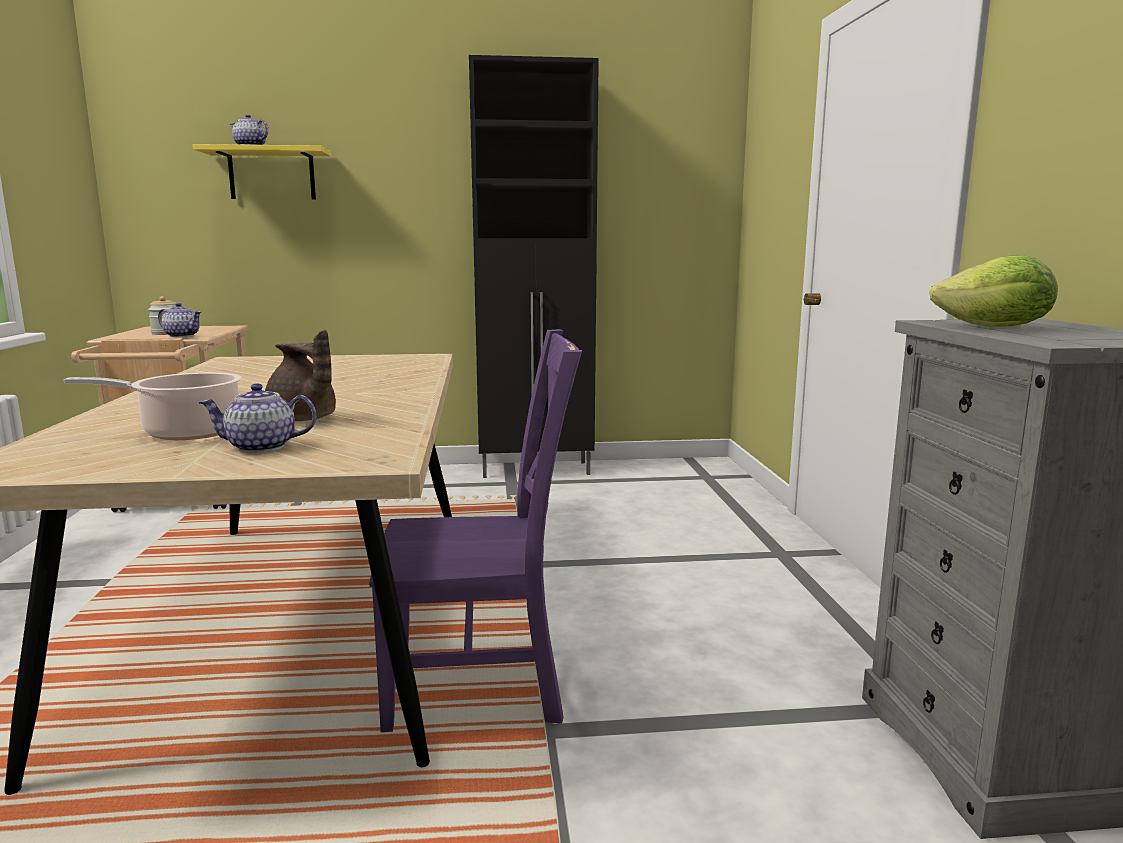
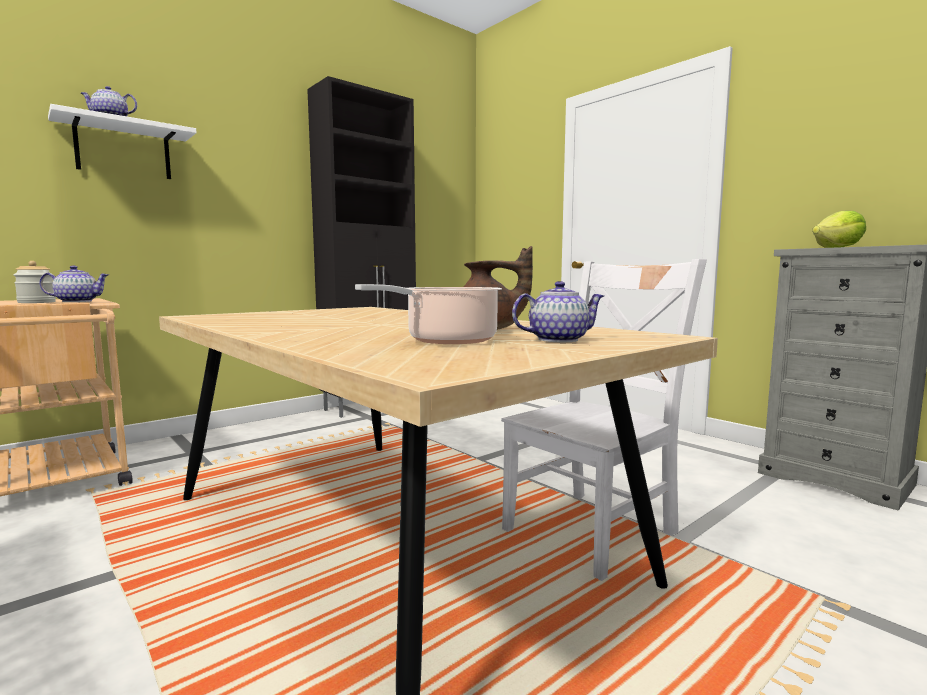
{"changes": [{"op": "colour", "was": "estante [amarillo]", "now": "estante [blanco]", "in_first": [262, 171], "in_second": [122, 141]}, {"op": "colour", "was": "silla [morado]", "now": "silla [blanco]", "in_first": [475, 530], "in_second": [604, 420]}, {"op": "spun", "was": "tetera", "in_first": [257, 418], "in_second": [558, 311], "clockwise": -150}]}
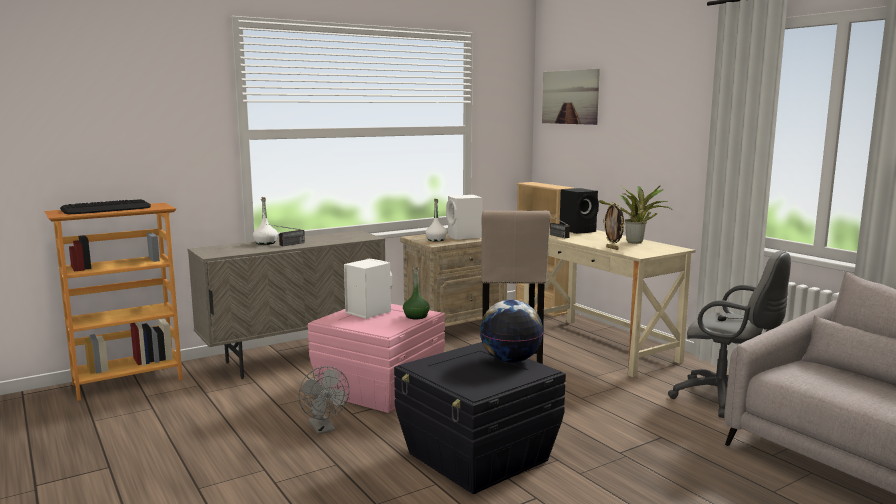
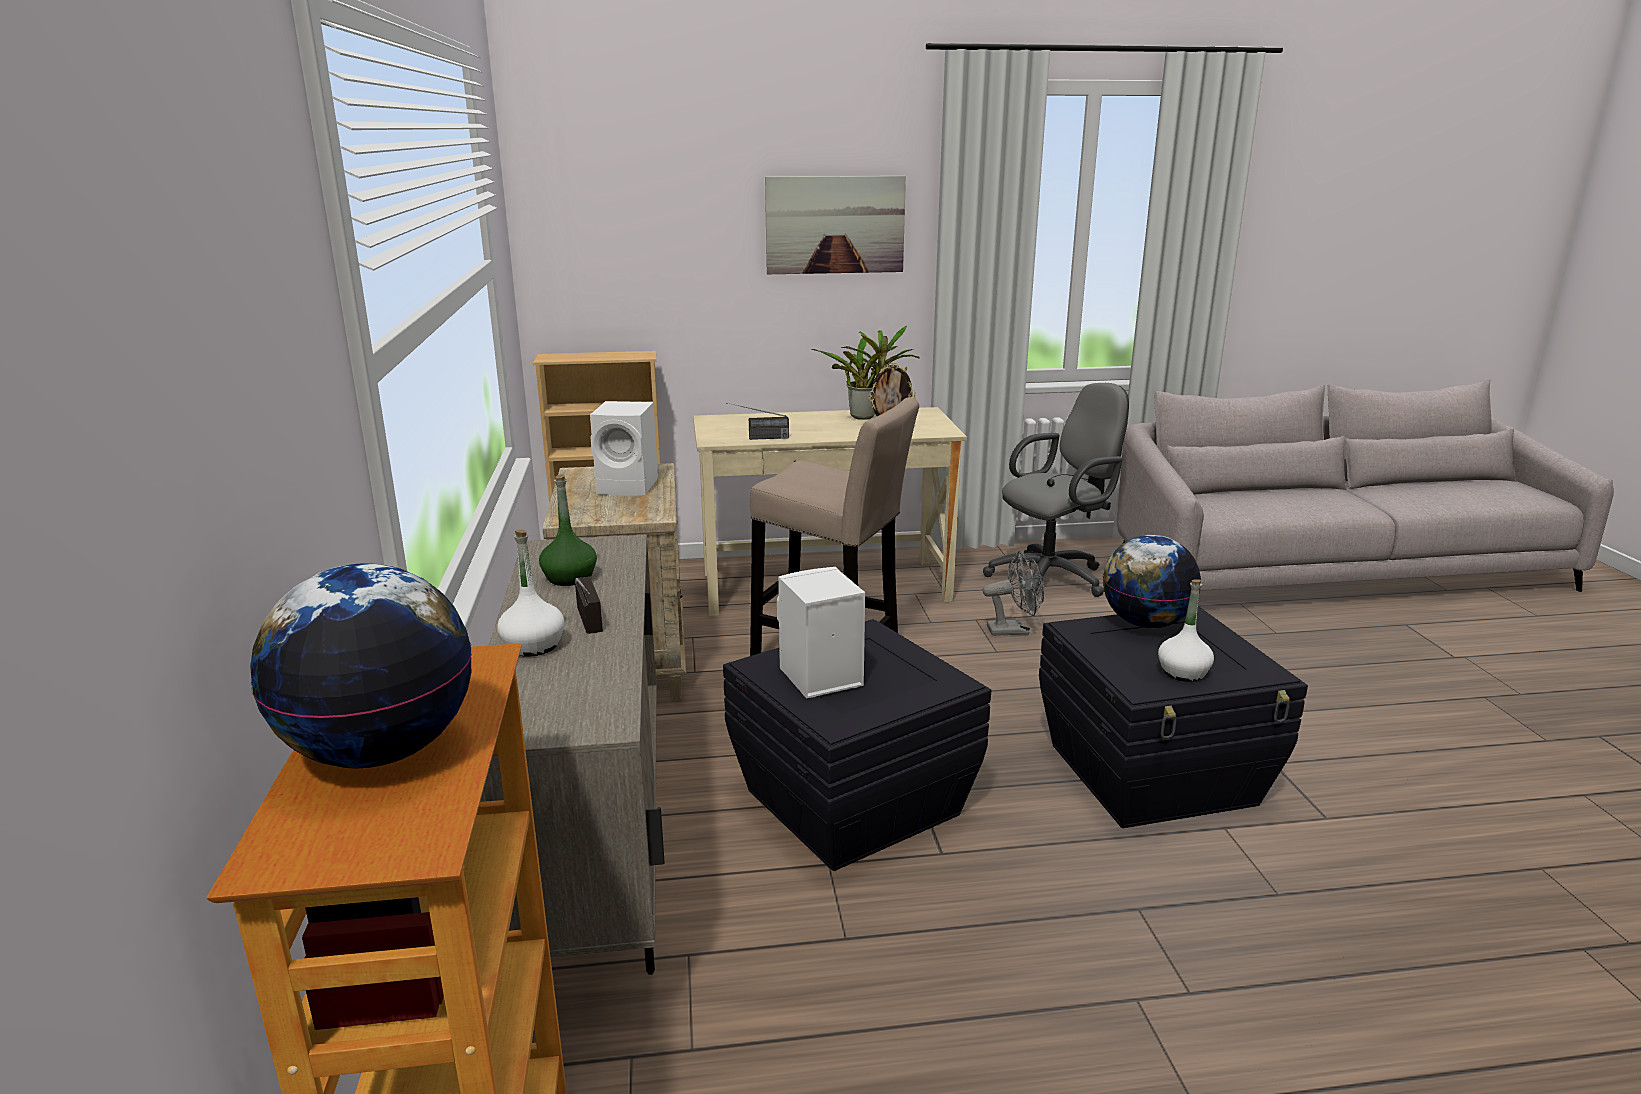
{"changes": [{"op": "missing", "was": "altavoz [negro]", "in_first": [579, 211]}, {"op": "relocated", "was": "ventilador [gris]", "in_first": [324, 400], "in_second": [1013, 593]}, {"op": "relocated", "was": "botella [verde]", "in_first": [416, 292], "in_second": [568, 530]}, {"op": "relocated", "was": "botella [blanco]", "in_first": [436, 220], "in_second": [1186, 630]}, {"op": "relocated", "was": "cuadro", "in_first": [571, 97], "in_second": [835, 225]}, {"op": "exchanged", "was": "teclado", "now": "globo terráqueo", "in_first": [105, 206], "in_second": [361, 665]}, {"op": "colour", "was": "caja de almacenaje [rosa]", "now": "caja de almacenaje [negro]", "in_first": [376, 358], "in_second": [857, 745]}]}
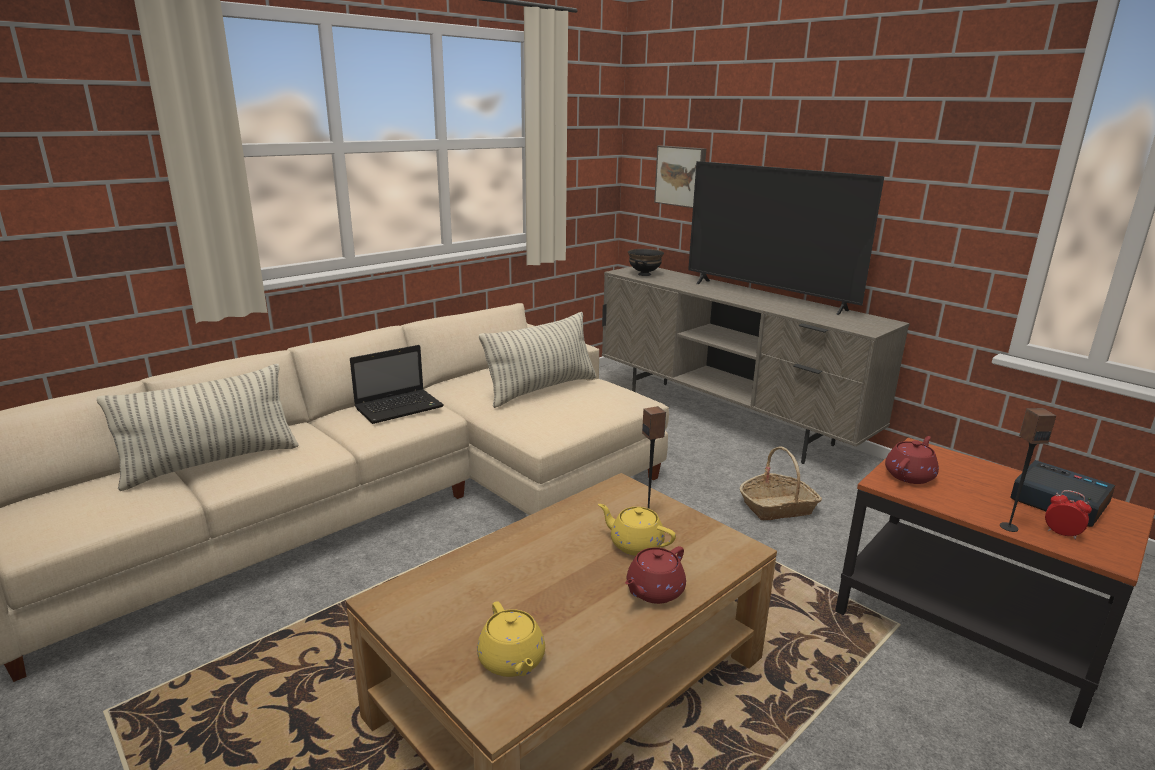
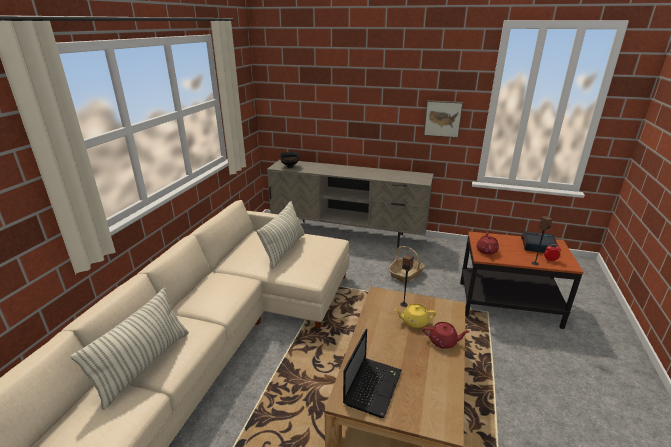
{"changes": [{"op": "missing", "was": "tetera [amarillo]", "in_first": [511, 639]}, {"op": "missing", "was": "televisor", "in_first": [786, 238]}, {"op": "relocated", "was": "portátil", "in_first": [397, 384], "in_second": [372, 373]}, {"op": "relocated", "was": "cuadro", "in_first": [680, 176], "in_second": [443, 119]}, {"op": "spun", "was": "tetera [rojo]", "in_first": [655, 575], "in_second": [446, 335], "clockwise": -90}]}
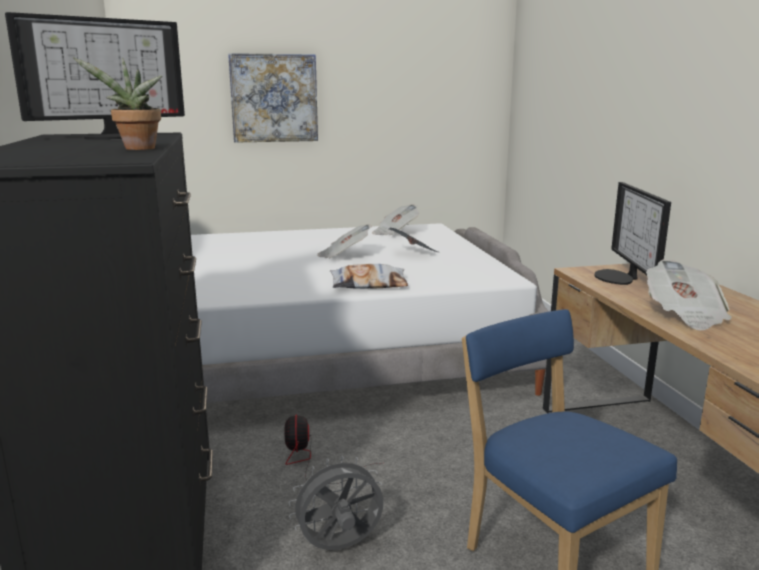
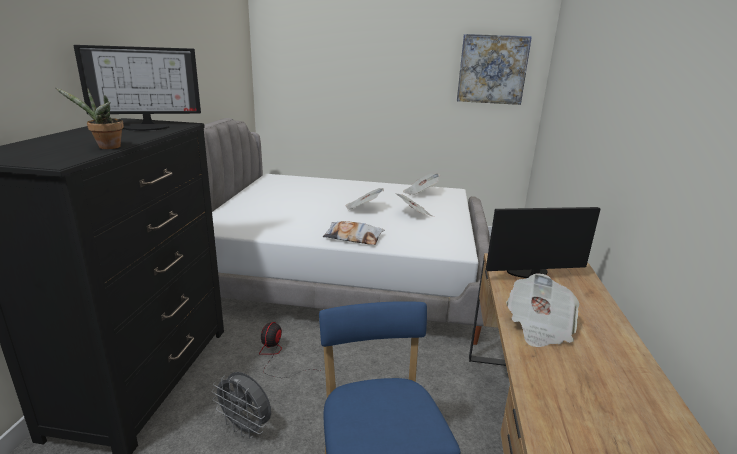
{"changes": [{"op": "relocated", "was": "cuadro", "in_first": [273, 98], "in_second": [494, 69]}, {"op": "spun", "was": "ventilador [gris]", "in_first": [335, 502], "in_second": [241, 405], "clockwise": -150}, {"op": "spun", "was": "monitor", "in_first": [633, 233], "in_second": [543, 242], "clockwise": 60}]}
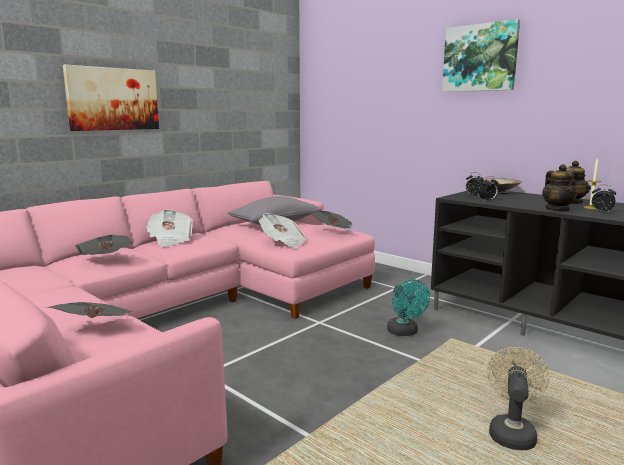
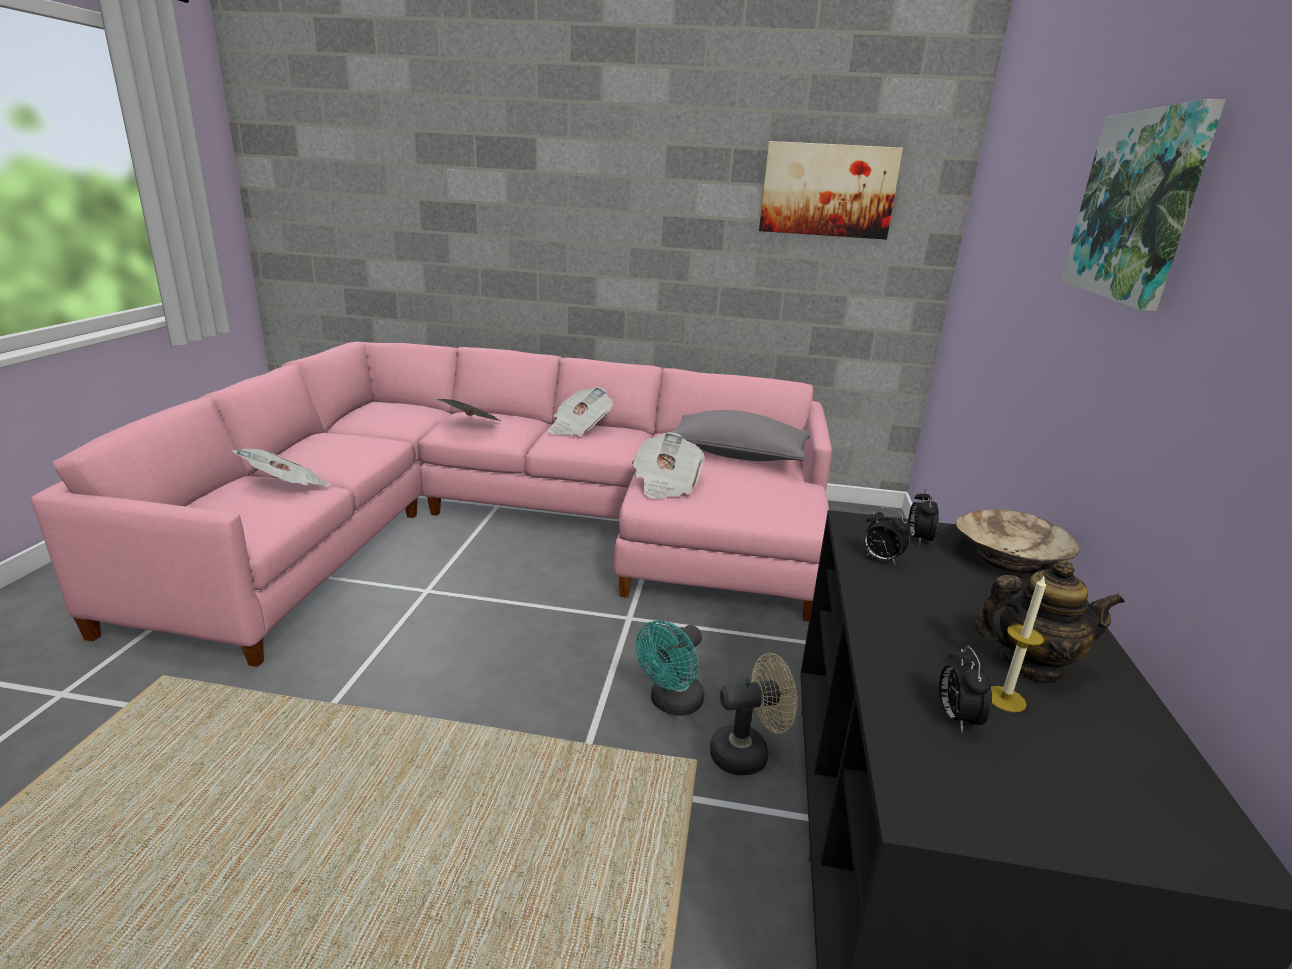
{"changes": [{"op": "missing", "was": "periódico", "in_first": [332, 219]}, {"op": "missing", "was": "tetera", "in_first": [560, 188]}, {"op": "relocated", "was": "cuadro", "in_first": [111, 97], "in_second": [831, 190]}, {"op": "relocated", "was": "ventilador [beis]", "in_first": [518, 398], "in_second": [753, 714]}]}
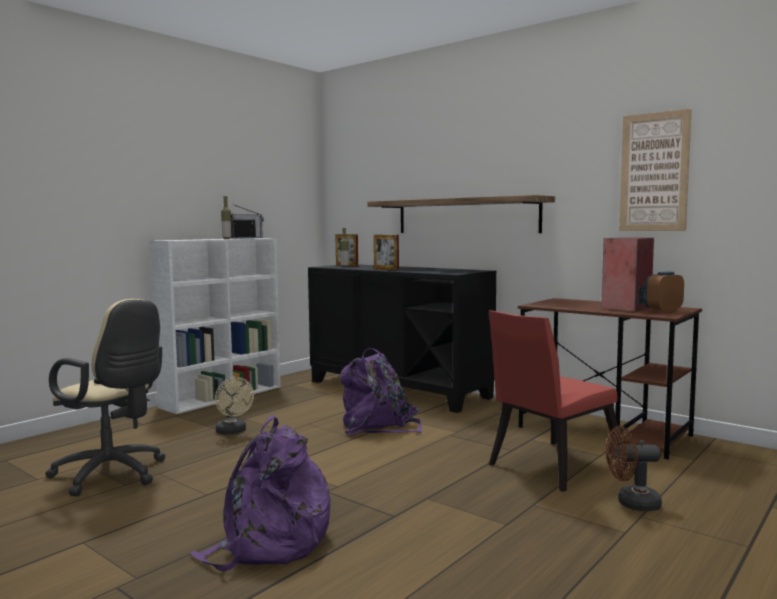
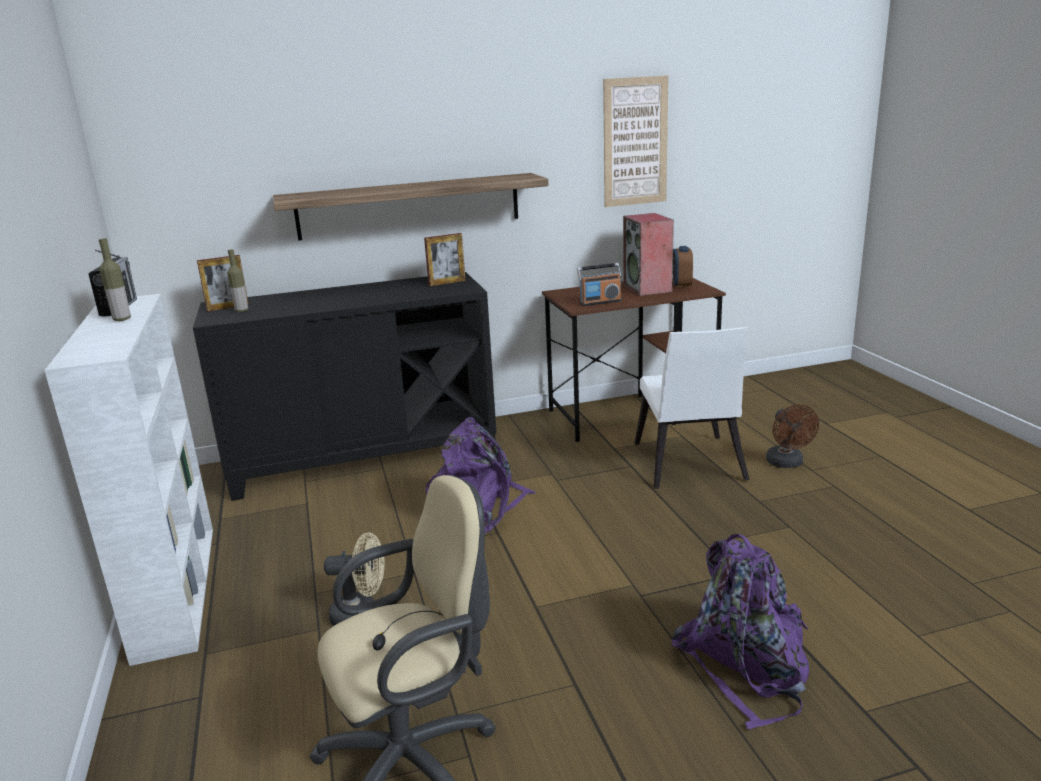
{"changes": [{"op": "appeared", "now": "radio", "in_second": [599, 284]}, {"op": "relocated", "was": "portarretratos", "in_first": [386, 252], "in_second": [445, 259]}, {"op": "colour", "was": "silla [rojo]", "now": "silla [blanco]", "in_first": [558, 401], "in_second": [692, 408]}, {"op": "spun", "was": "ventilador [marrón]", "in_first": [634, 468], "in_second": [792, 436], "clockwise": -45}]}
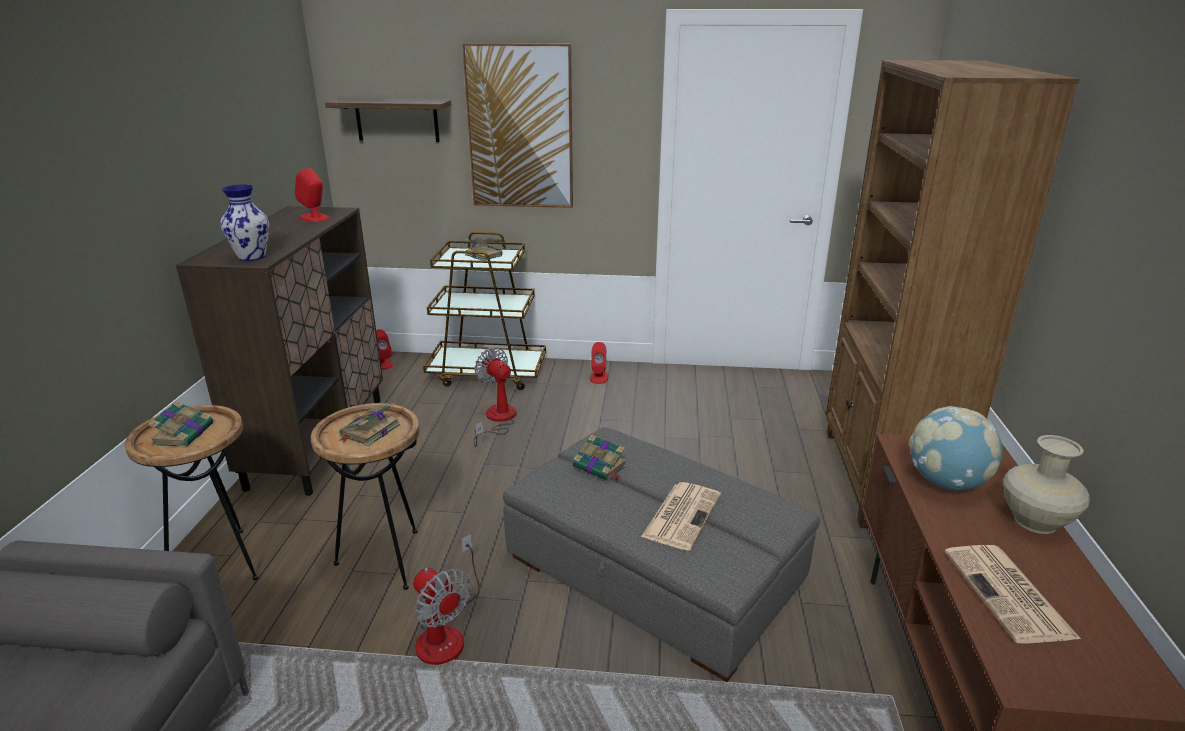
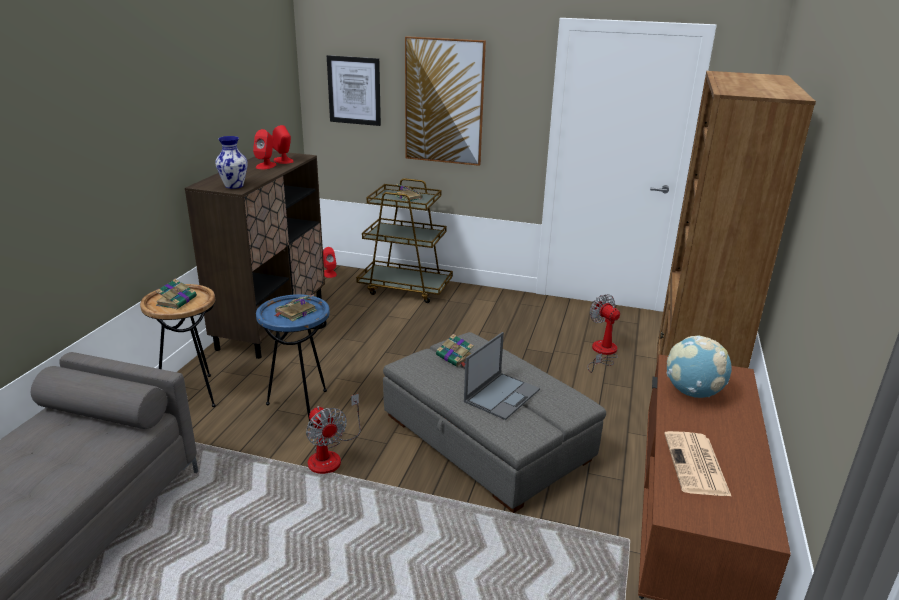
{"changes": [{"op": "missing", "was": "florero [beis]", "in_first": [1046, 484]}, {"op": "relocated", "was": "ventilador", "in_first": [495, 396], "in_second": [603, 333]}, {"op": "relocated", "was": "altavoz [rojo]", "in_first": [599, 363], "in_second": [265, 149]}, {"op": "exchanged", "was": "estante", "now": "cuadro", "in_first": [388, 120], "in_second": [354, 90]}, {"op": "exchanged", "was": "periódico", "now": "portátil", "in_first": [681, 516], "in_second": [502, 376]}, {"op": "colour", "was": "mesa auxiliar [marrón]", "now": "mesa auxiliar [azul]", "in_first": [365, 496], "in_second": [293, 360]}]}
